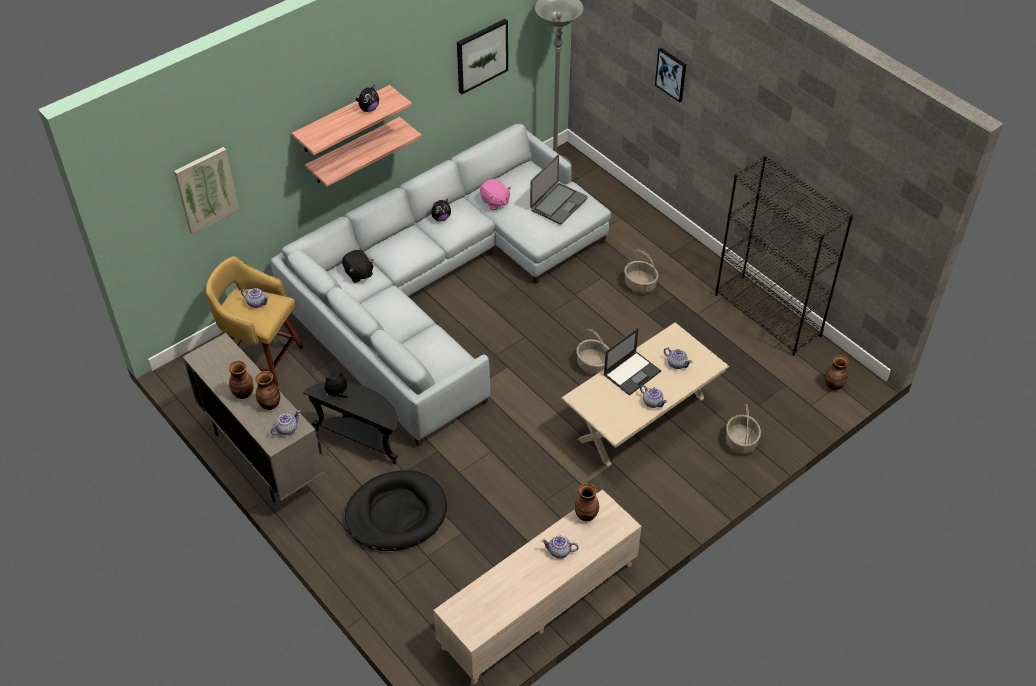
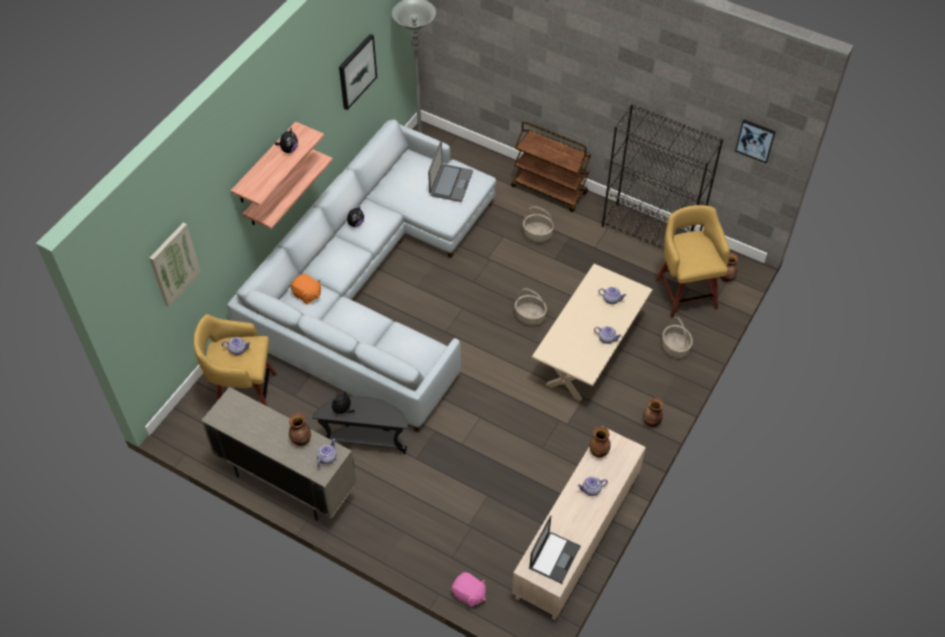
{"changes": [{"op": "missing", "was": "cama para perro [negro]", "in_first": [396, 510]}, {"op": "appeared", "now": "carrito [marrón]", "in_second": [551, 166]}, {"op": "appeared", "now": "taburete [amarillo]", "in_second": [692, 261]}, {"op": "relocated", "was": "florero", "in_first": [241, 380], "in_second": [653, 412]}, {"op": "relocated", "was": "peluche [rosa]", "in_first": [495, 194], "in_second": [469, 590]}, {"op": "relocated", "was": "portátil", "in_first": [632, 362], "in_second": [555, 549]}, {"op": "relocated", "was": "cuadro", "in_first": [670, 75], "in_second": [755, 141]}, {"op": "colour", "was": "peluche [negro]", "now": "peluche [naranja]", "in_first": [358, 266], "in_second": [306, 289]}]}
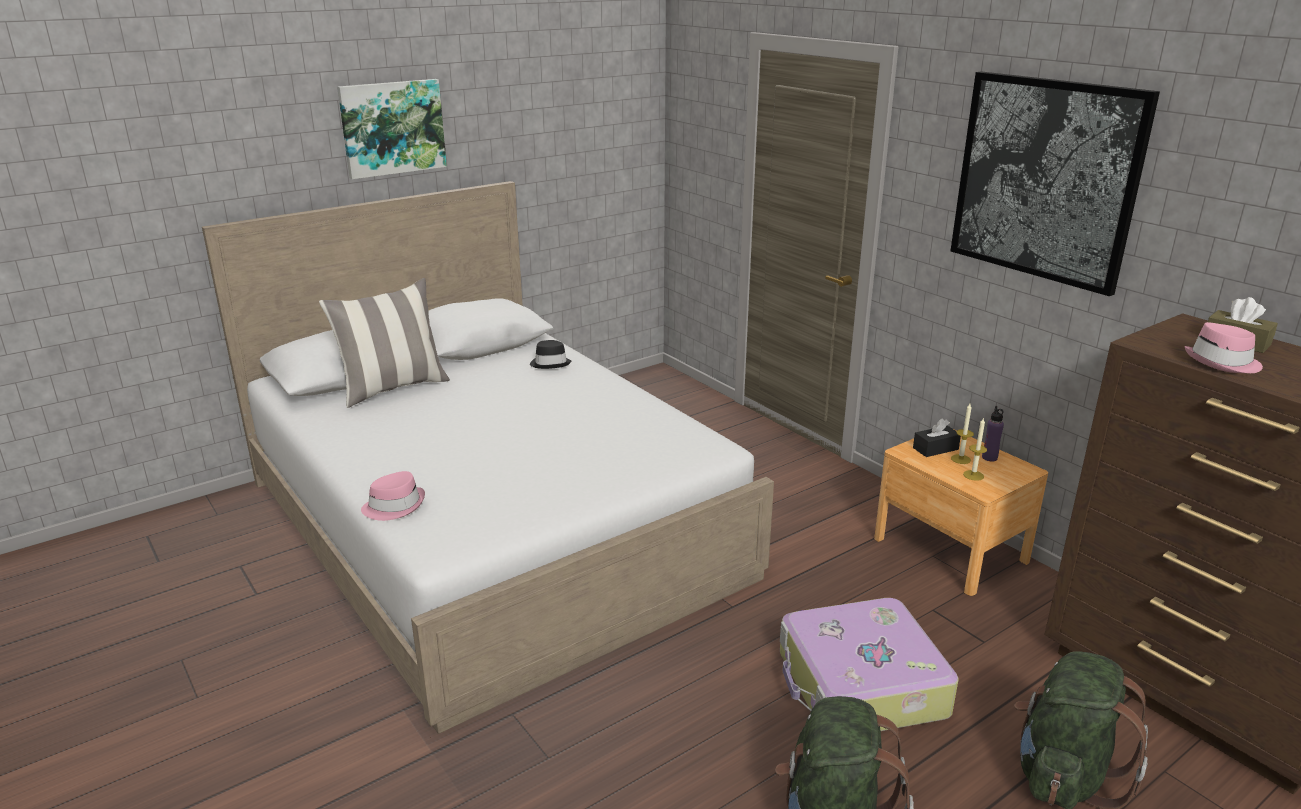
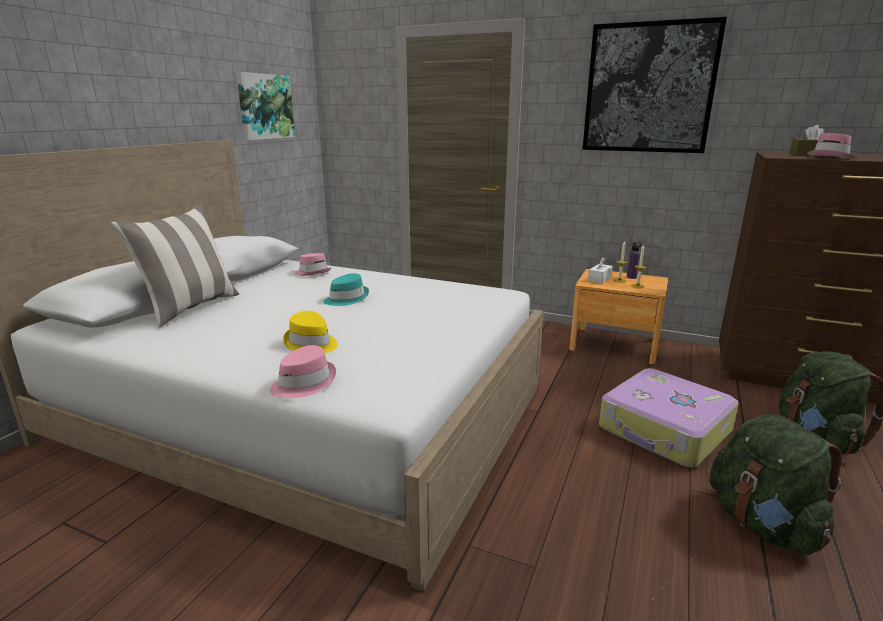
{"changes": [{"op": "appeared", "now": "sombrero [amarillo]", "in_second": [310, 332]}, {"op": "appeared", "now": "sombrero [turquesa]", "in_second": [346, 289]}, {"op": "relocated", "was": "cuadro", "in_first": [392, 129], "in_second": [265, 106]}, {"op": "colour", "was": "sombrero [negro]", "now": "sombrero [rosa]", "in_first": [550, 354], "in_second": [313, 264]}, {"op": "colour", "was": "caja de pañuelos [negro]", "now": "caja de pañuelos [blanco]", "in_first": [937, 437], "in_second": [600, 270]}]}
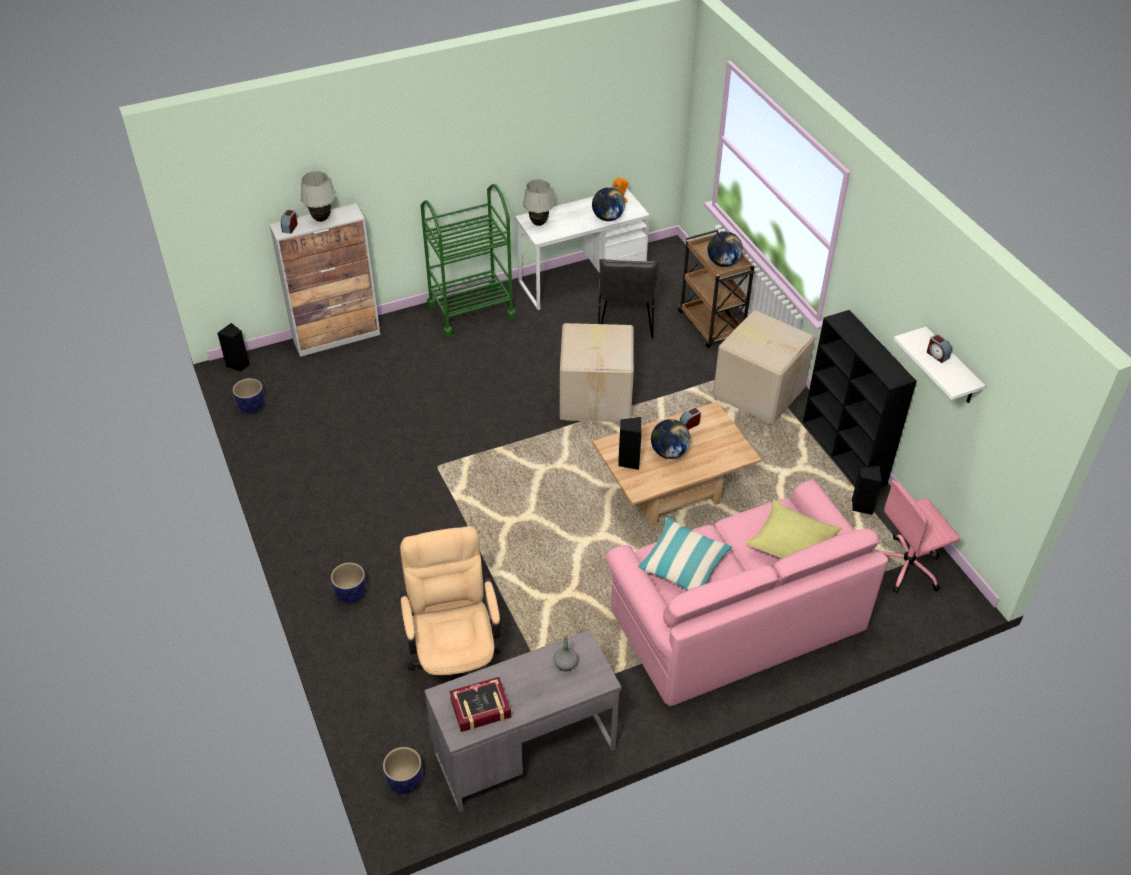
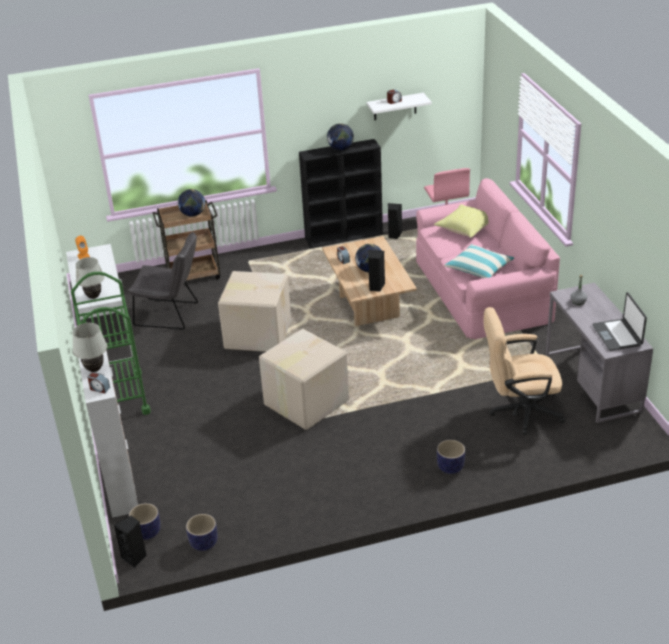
{"changes": [{"op": "relocated", "was": "maceta", "in_first": [403, 770], "in_second": [145, 521]}, {"op": "relocated", "was": "globo terráqueo", "in_first": [608, 204], "in_second": [340, 136]}, {"op": "relocated", "was": "caja de cartón", "in_first": [764, 367], "in_second": [304, 379]}, {"op": "exchanged", "was": "libro", "now": "portátil", "in_first": [480, 704], "in_second": [619, 321]}]}
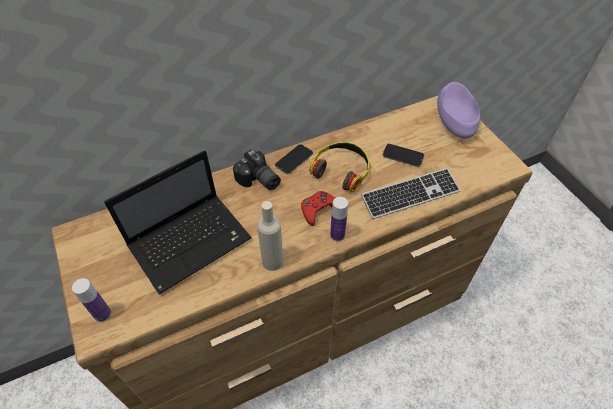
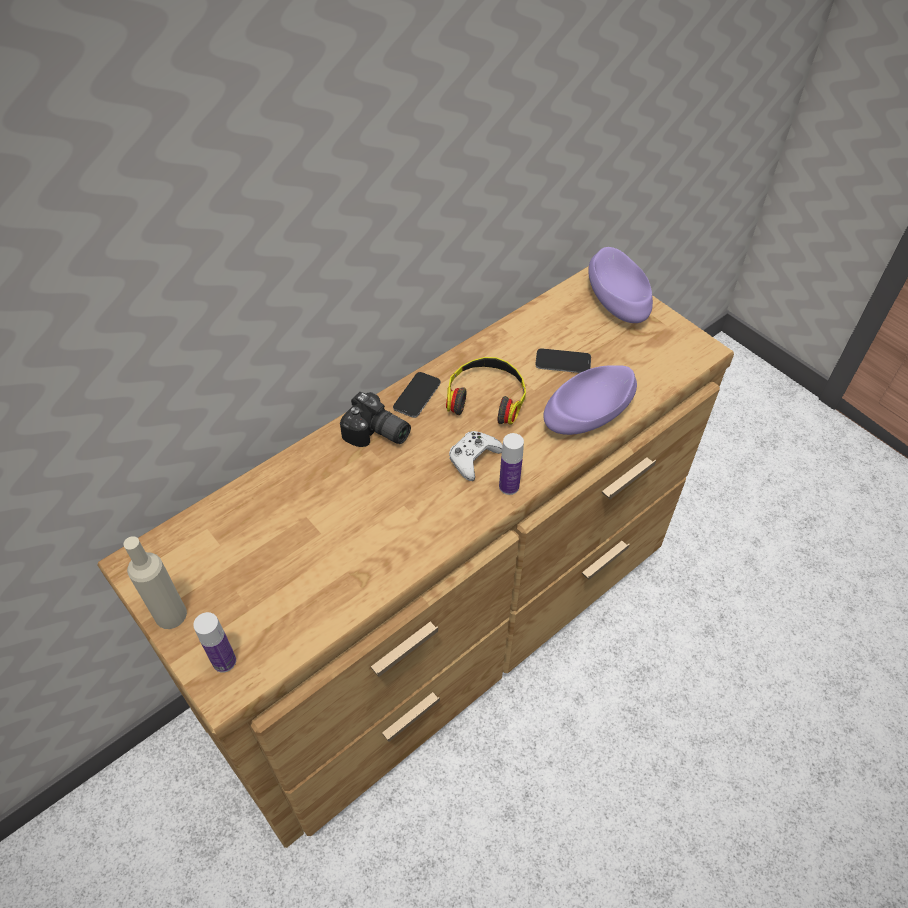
{"changes": [{"op": "missing", "was": "portátil", "in_first": [178, 222]}, {"op": "relocated", "was": "botella [beis]", "in_first": [270, 236], "in_second": [155, 582]}, {"op": "exchanged", "was": "teclado", "now": "cuenco [morado]", "in_first": [411, 193], "in_second": [590, 400]}, {"op": "colour", "was": "mando de consola [rojo]", "now": "mando de consola [blanco]", "in_first": [318, 208], "in_second": [476, 456]}]}
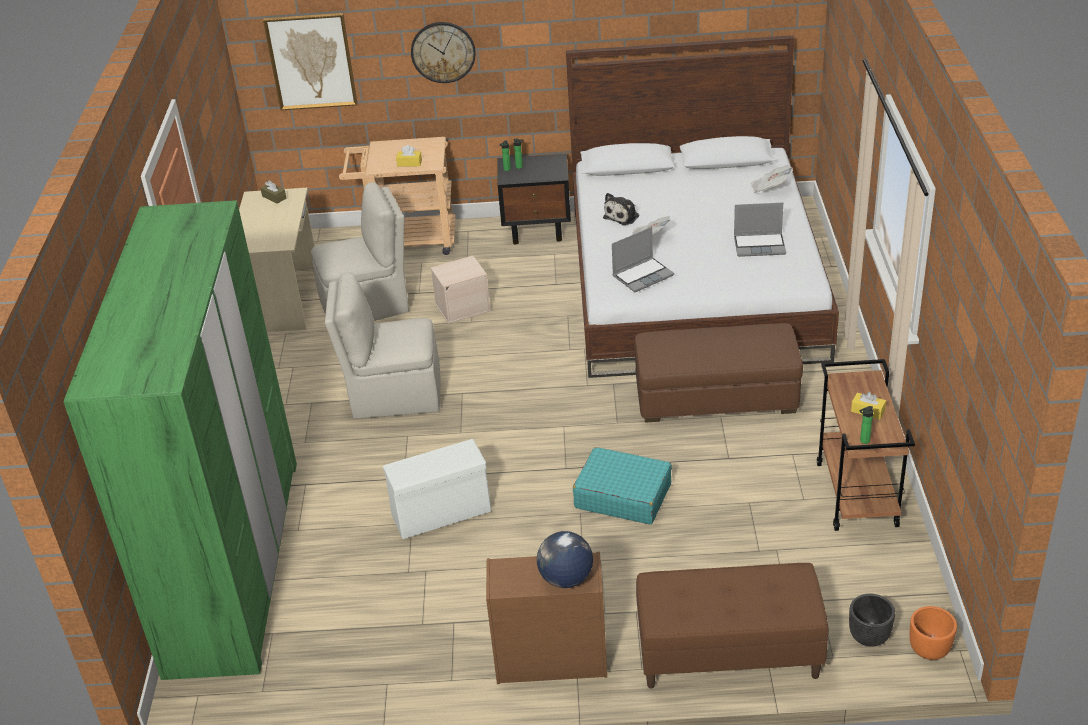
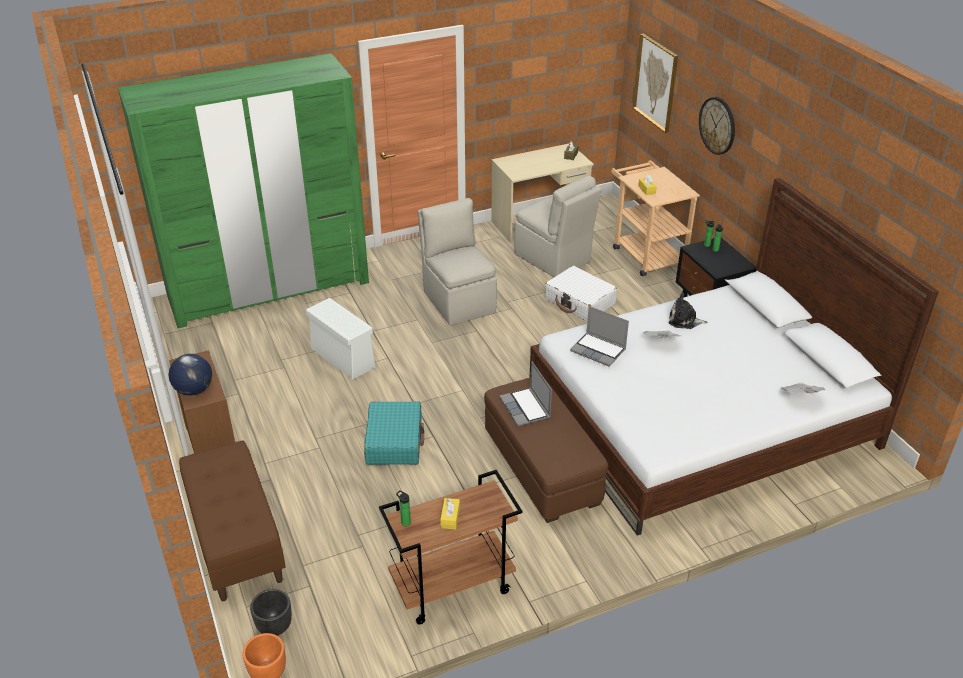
{"changes": [{"op": "relocated", "was": "portátil", "in_first": [760, 230], "in_second": [525, 393]}, {"op": "exchanged", "was": "caja de almacenaje [beis]", "now": "maleta [blanco]", "in_first": [460, 290], "in_second": [581, 294]}]}
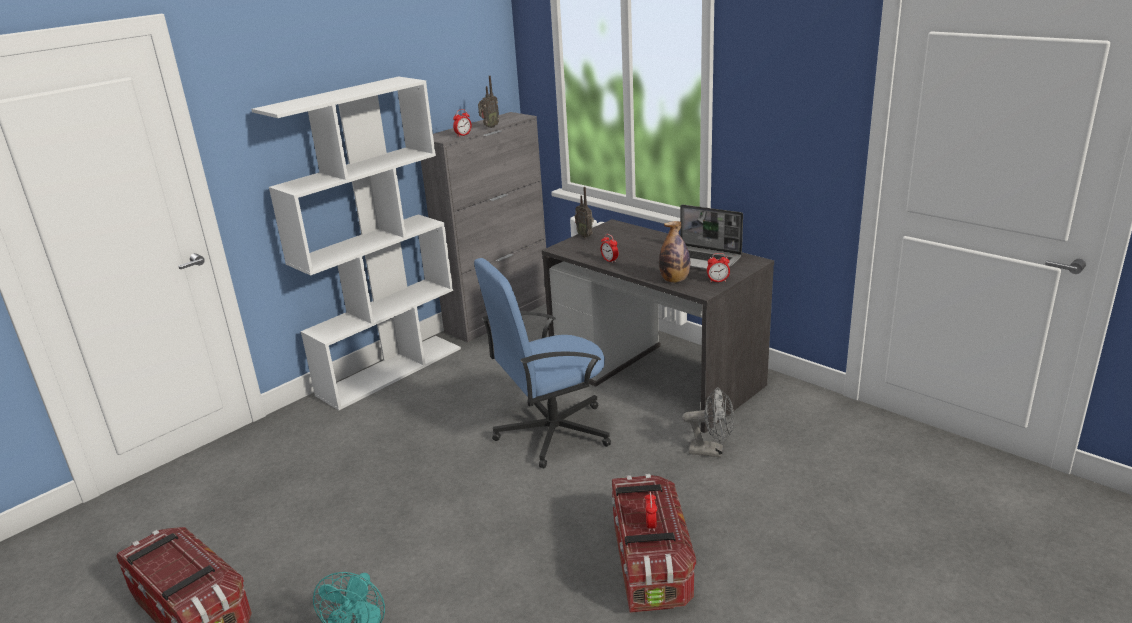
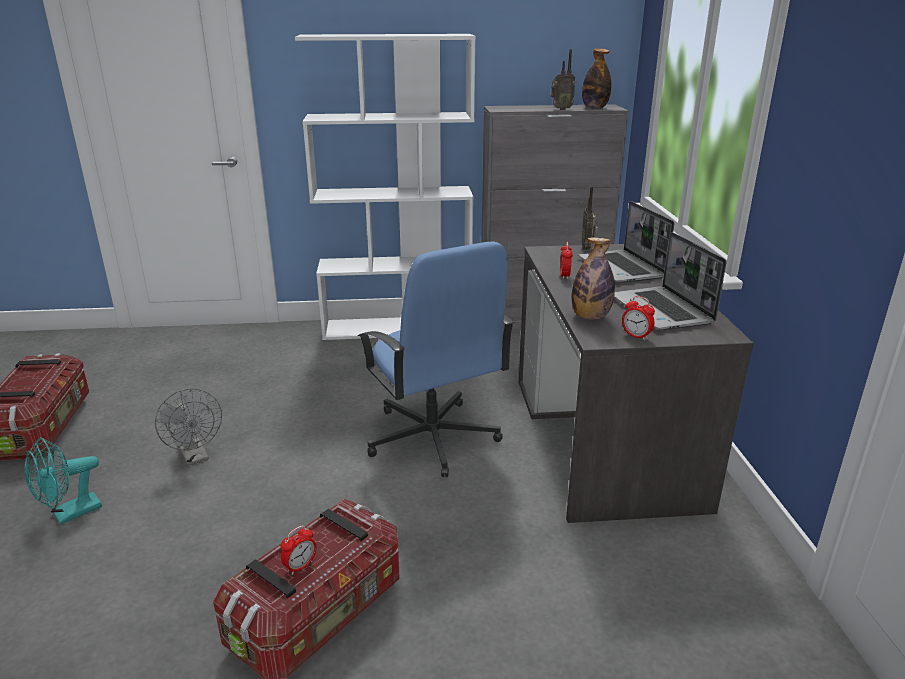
{"changes": [{"op": "missing", "was": "despertador", "in_first": [462, 123]}, {"op": "appeared", "now": "portátil", "in_second": [626, 242]}, {"op": "appeared", "now": "botella", "in_second": [596, 78]}, {"op": "relocated", "was": "ventilador [gris]", "in_first": [708, 422], "in_second": [188, 427]}, {"op": "spun", "was": "silla de oficina [azul]", "in_first": [542, 363], "in_second": [436, 359], "clockwise": -135}]}
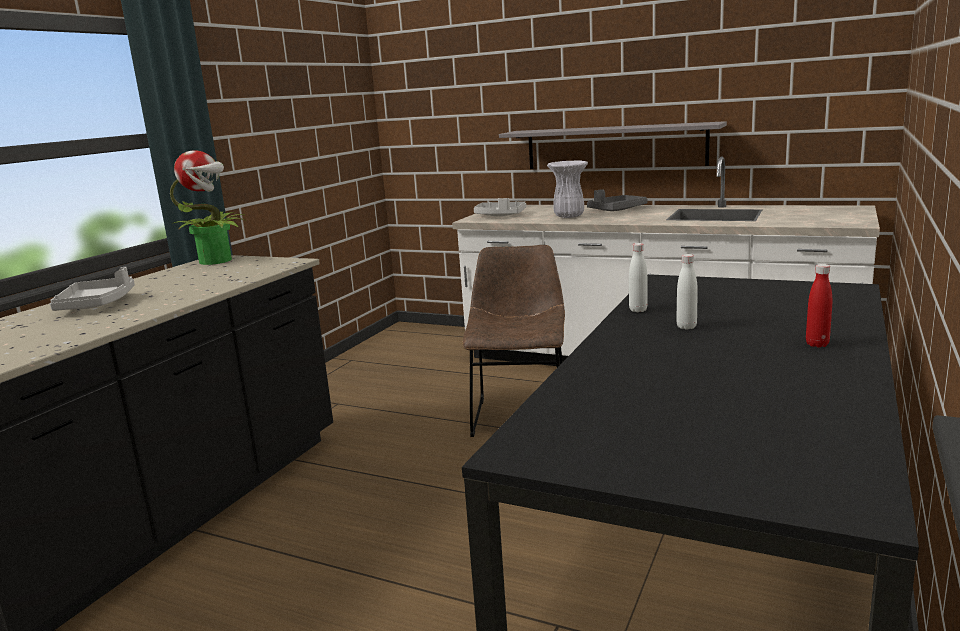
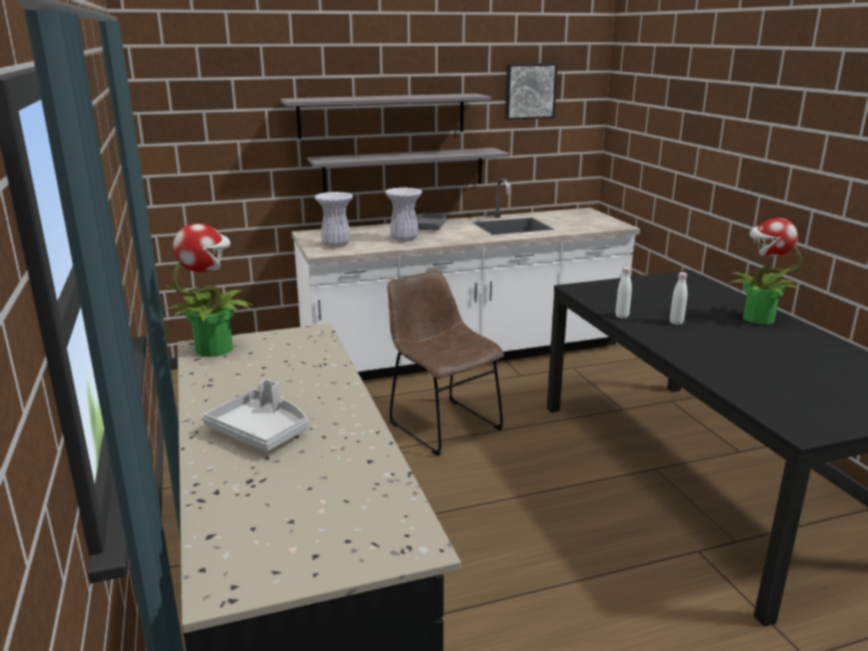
{"changes": [{"op": "appeared", "now": "estante [gris]", "in_second": [386, 116]}, {"op": "appeared", "now": "cuadro", "in_second": [531, 91]}, {"op": "exchanged", "was": "bandeja [gris]", "now": "florero [blanco]", "in_first": [500, 207], "in_second": [333, 219]}, {"op": "exchanged", "was": "botella [rojo]", "now": "planta en maceta", "in_first": [819, 305], "in_second": [764, 271]}]}
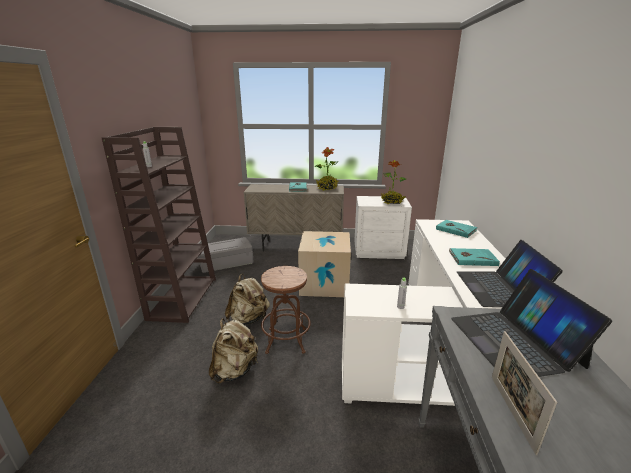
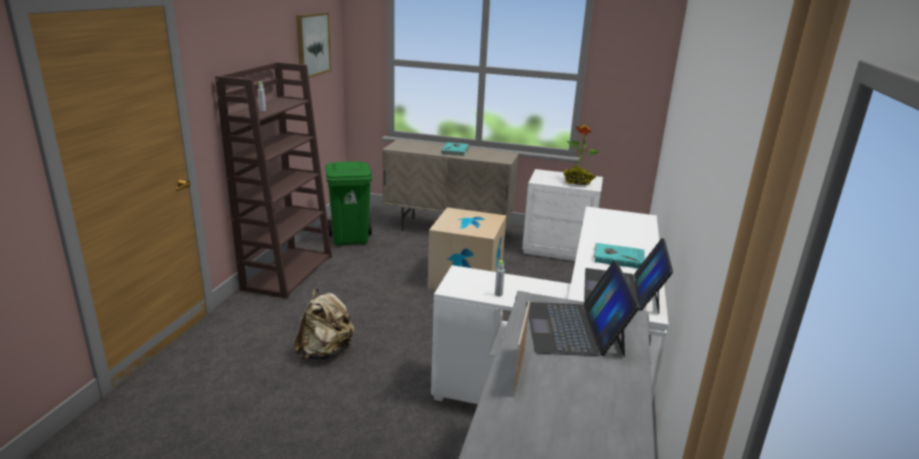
{"changes": [{"op": "missing", "was": "mochila [beis]", "in_first": [247, 299]}, {"op": "missing", "was": "taburete [marrón]", "in_first": [286, 310]}, {"op": "missing", "was": "planta en maceta", "in_first": [327, 169]}, {"op": "missing", "was": "libro [turquesa]", "in_first": [456, 229]}, {"op": "appeared", "now": "cuadro", "in_second": [313, 45]}, {"op": "exchanged", "was": "caja de almacenaje [gris]", "now": "papelera [verde]", "in_first": [226, 255], "in_second": [348, 203]}]}
